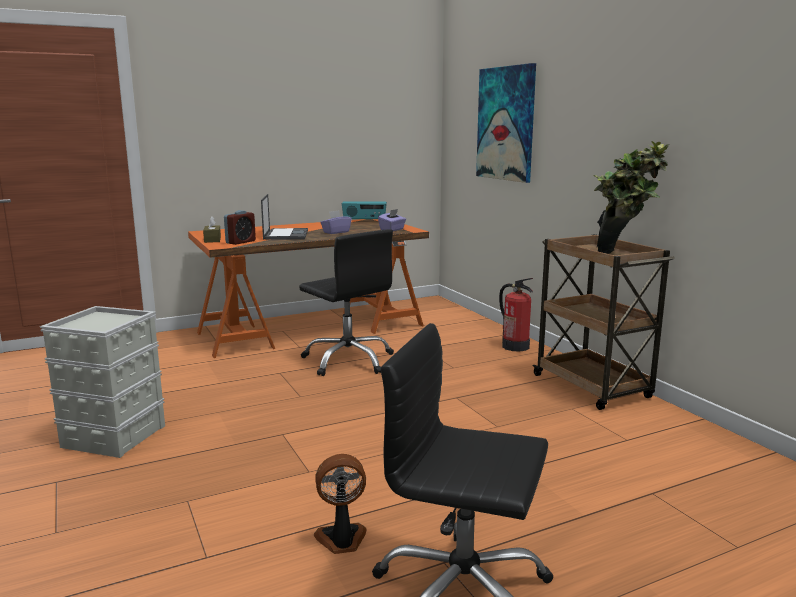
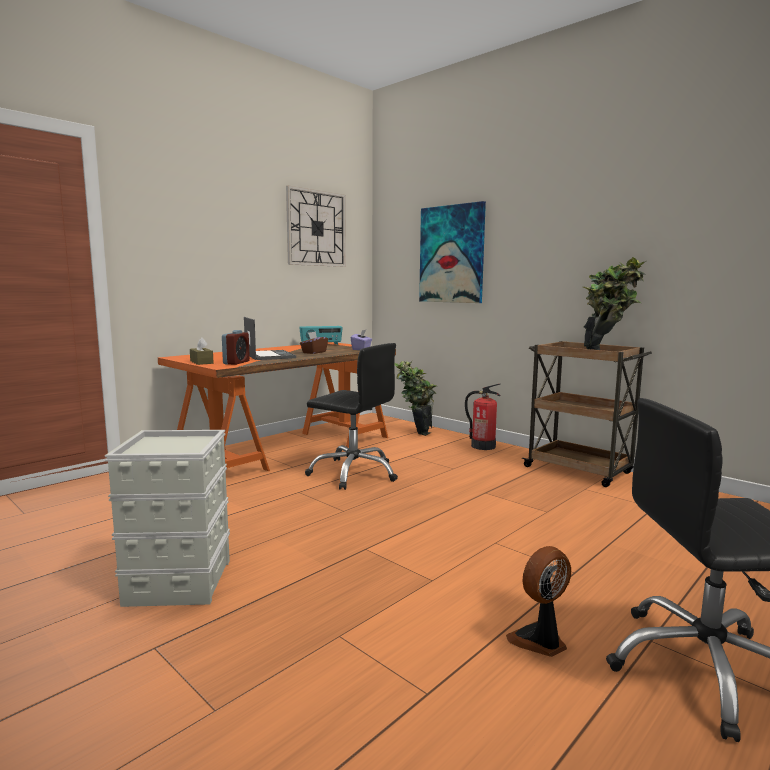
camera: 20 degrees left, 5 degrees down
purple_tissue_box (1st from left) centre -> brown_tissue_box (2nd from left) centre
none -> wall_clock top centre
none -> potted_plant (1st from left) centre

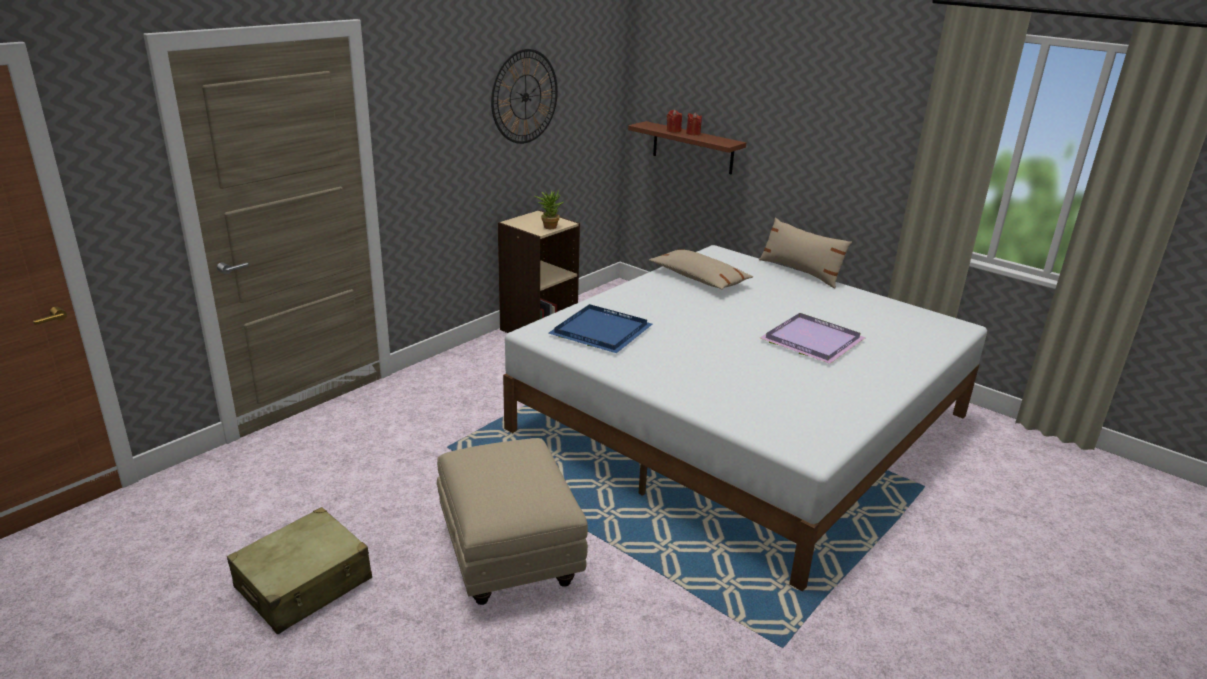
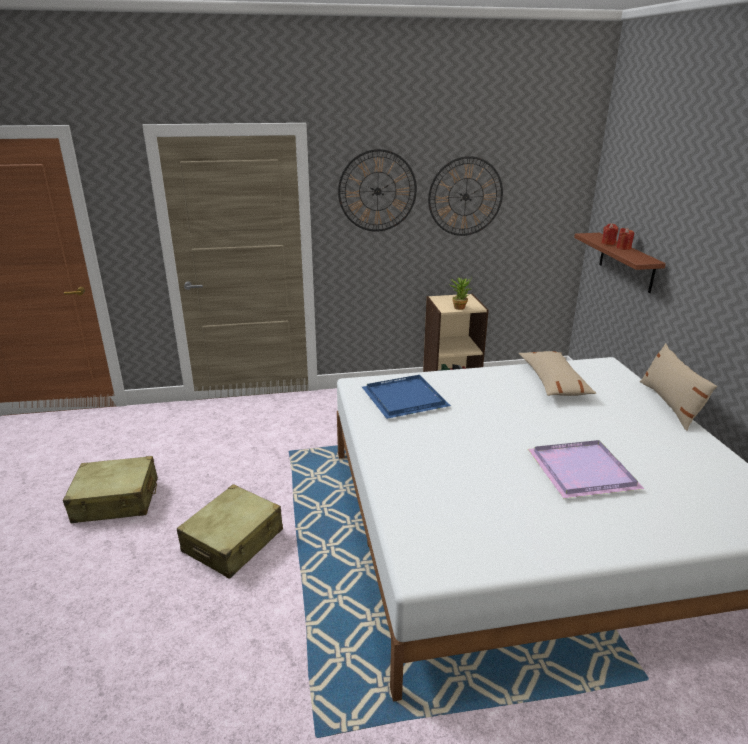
camera: 40 degrees right, 0 degrees up
beige_ottoman bottom centre -> beige_suitcase (2nd from left) bottom left
none -> wall_clock (1st from left) top centre

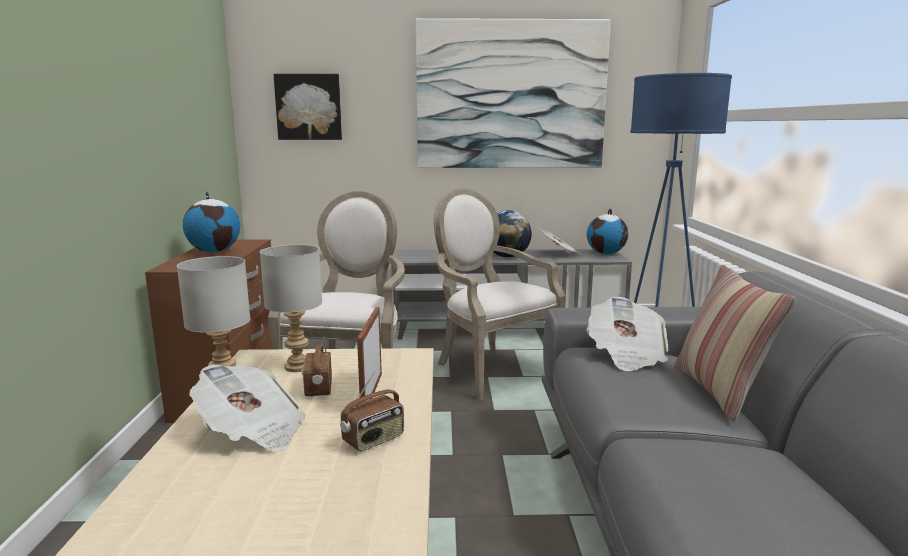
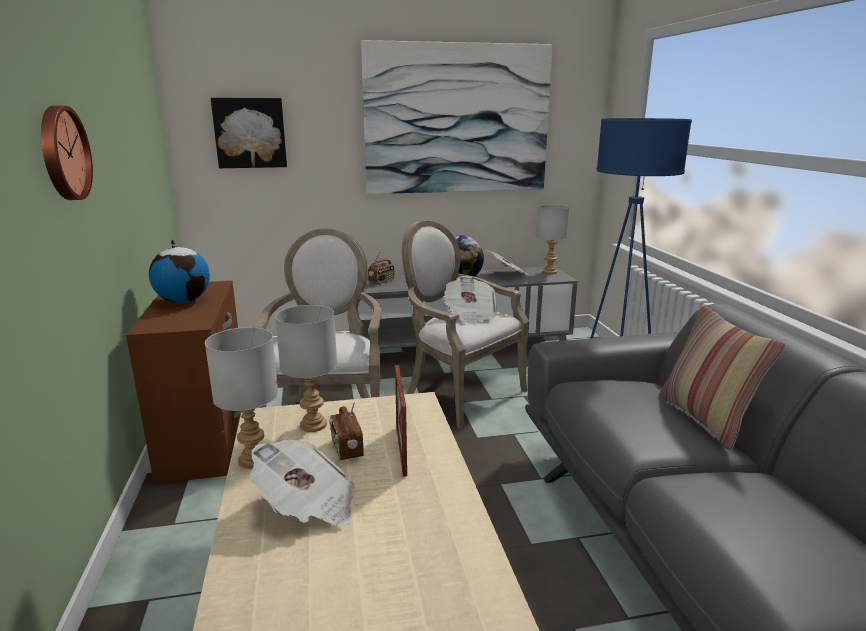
camera: 10 degrees left, 5 degrees up
globe (3rd from left) middle right -> grey_table_lamp (3rd from left) centre
newspaper (3rd from left in the first image) middle right -> newspaper (2nd from left) centre, moved
radio (2nd from left) bottom centre -> radio (2nd from left) centre, moved
none -> wall_clock top left

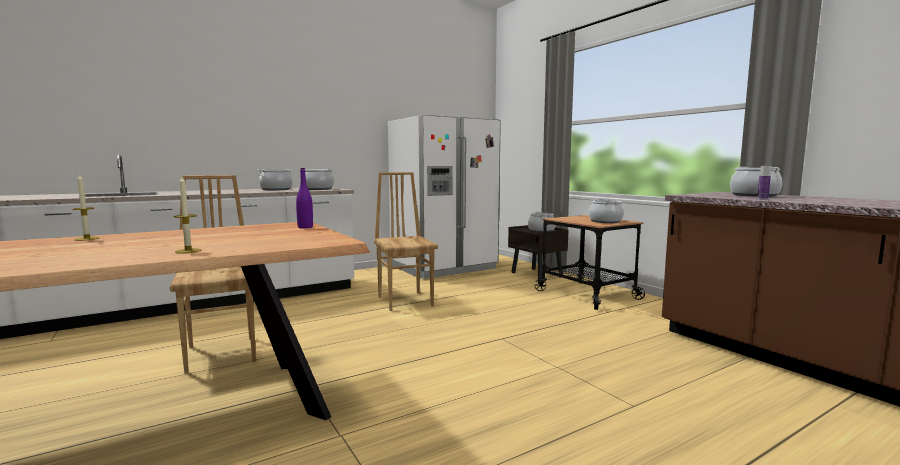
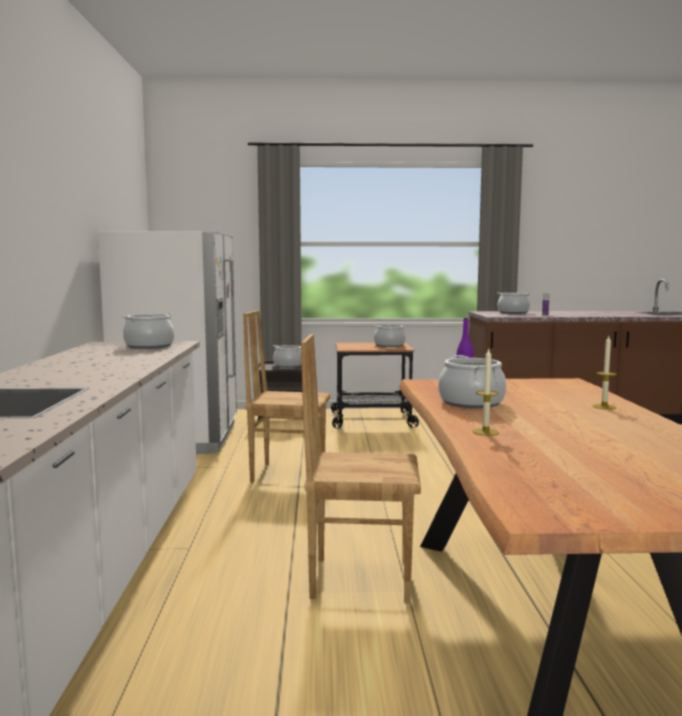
camera: 60 degrees left, 0 degrees up
cooking_pot (1st from left in the first image) middle left -> cooking_pot (4th from left) middle right, moved

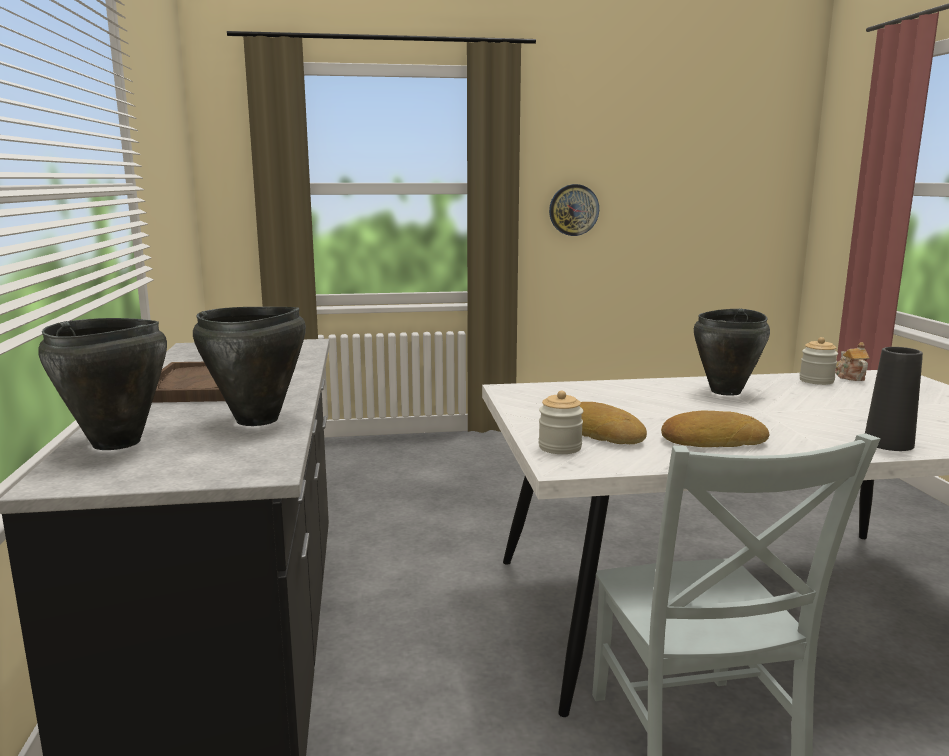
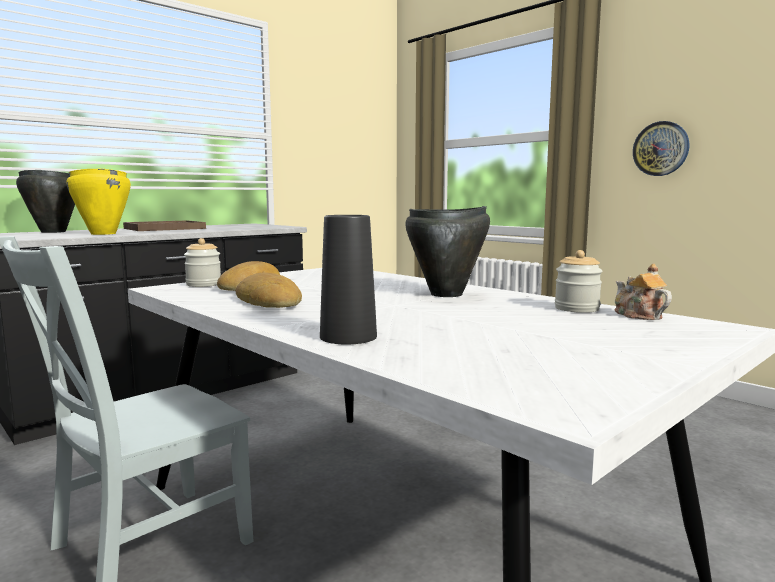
camera: 55 degrees right, 5 degrees down
black_cooking_pot (2nd from left) middle left -> yellow_cooking_pot middle left
teapot middle right, 75 degrees counterclockwise

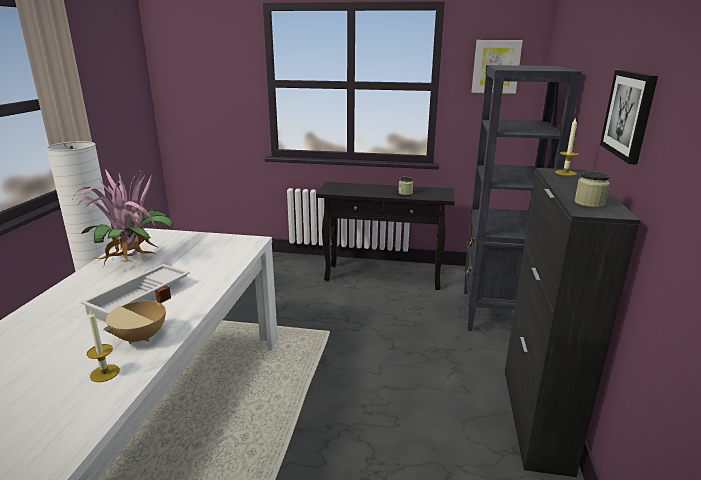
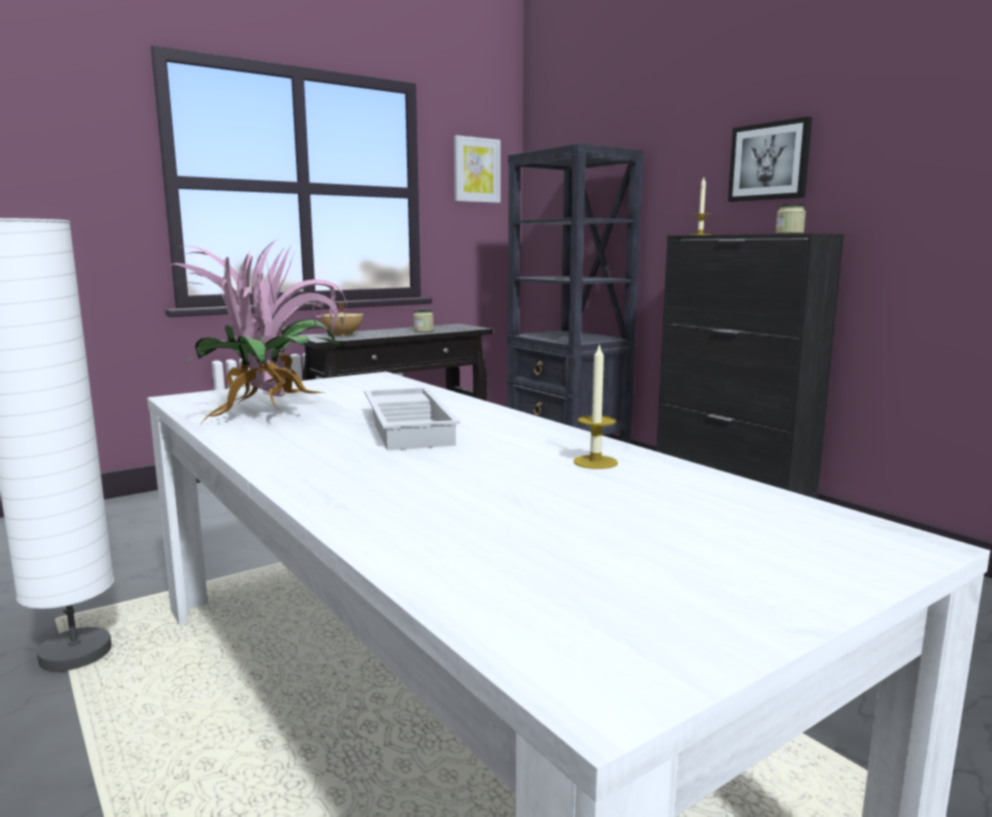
camera: 45 degrees left, 10 degrees down
beige_cooking_pot middle left -> beige_cooking_pot centre, moved

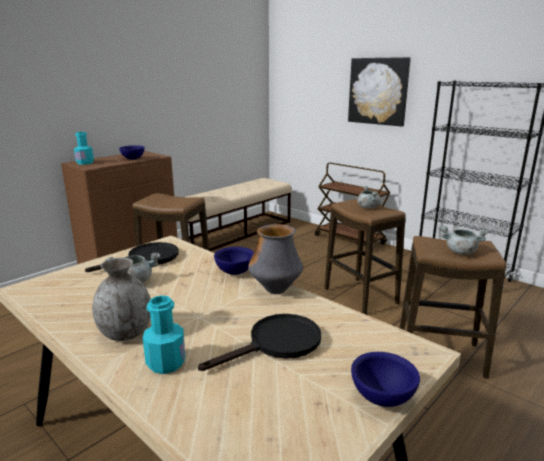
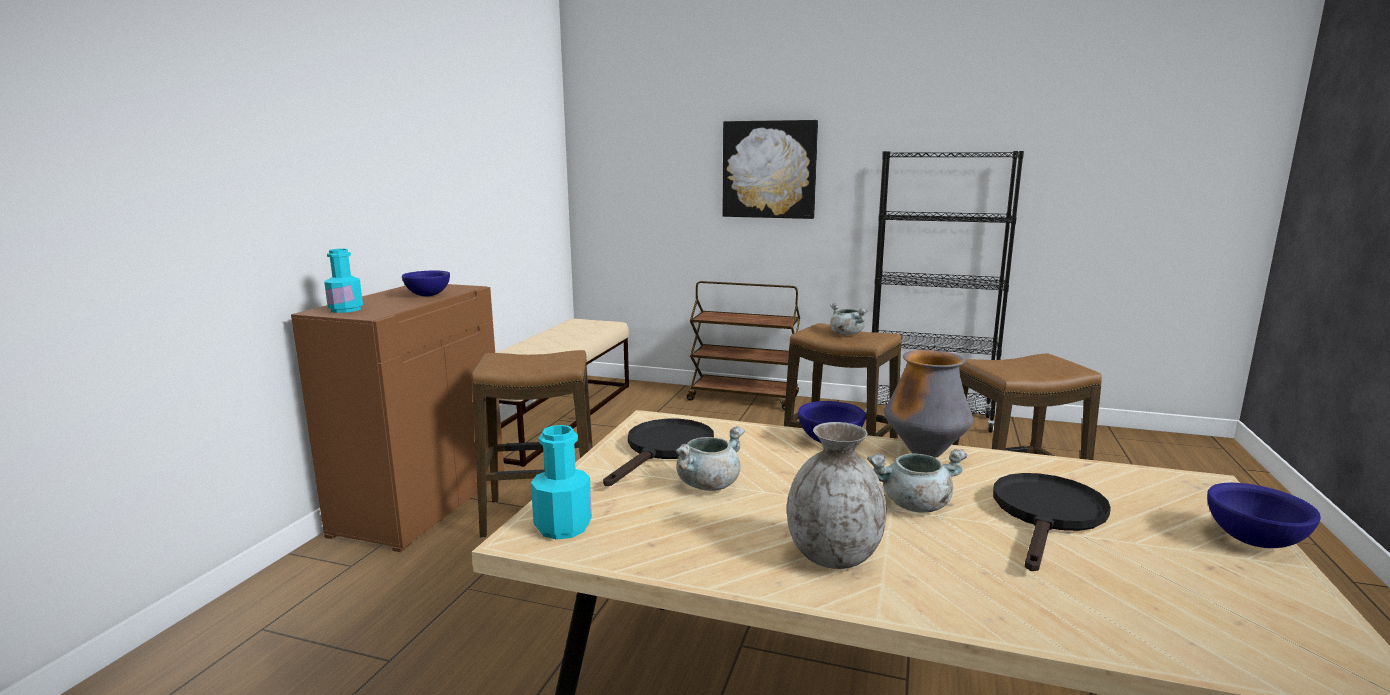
camera: 25 degrees left, 5 degrees down
grey_cooking_pot (3rd from left) middle right -> grey_cooking_pot (3rd from left) bottom centre, moved
turquoise_bottle (2nd from left) bottom left -> turquoise_bottle (2nd from left) bottom centre, moved

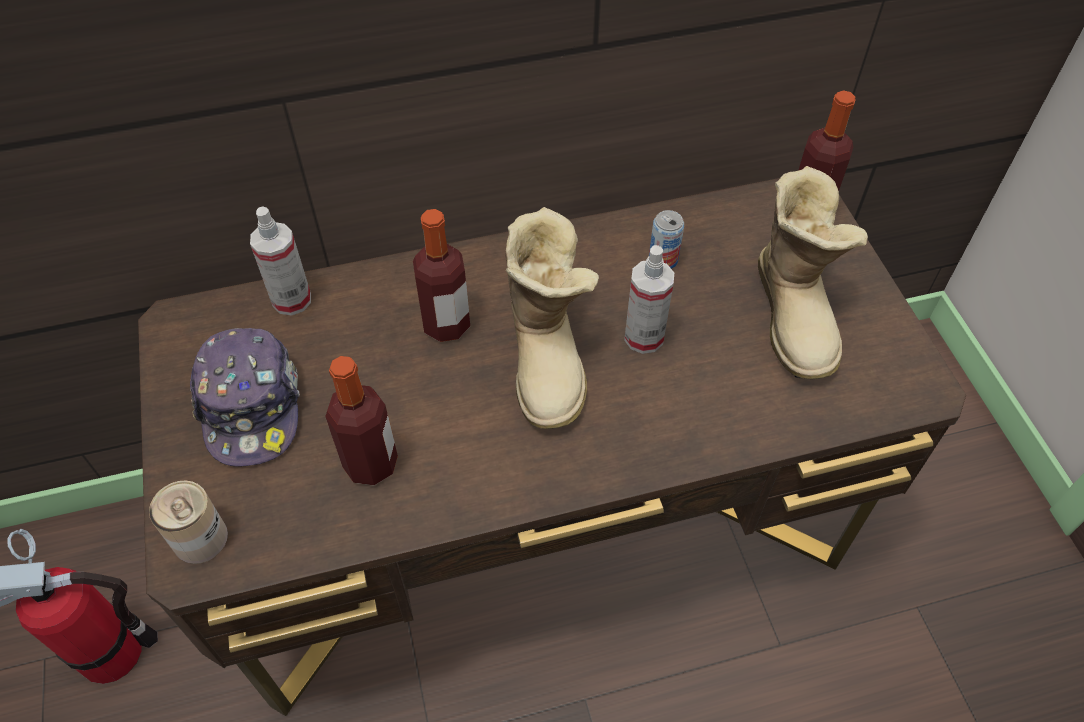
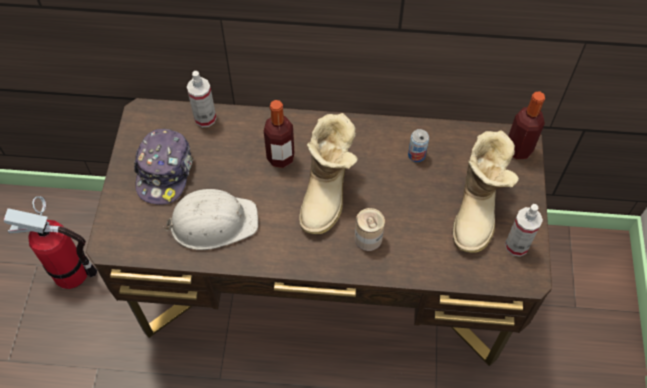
camera: 20 degrees right, 5 degrees up
spray_bottle (2nd from left) centre -> spray_bottle (2nd from left) middle right, moved
bottle (1st from left) middle left -> white_hard_hat middle left
can (1st from left) bottom left -> can (1st from left) centre, moved

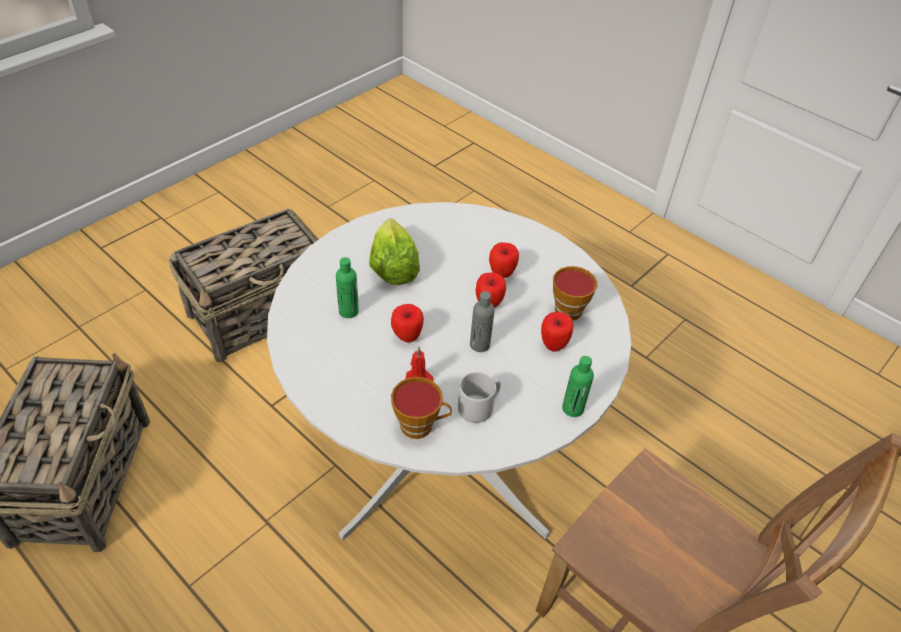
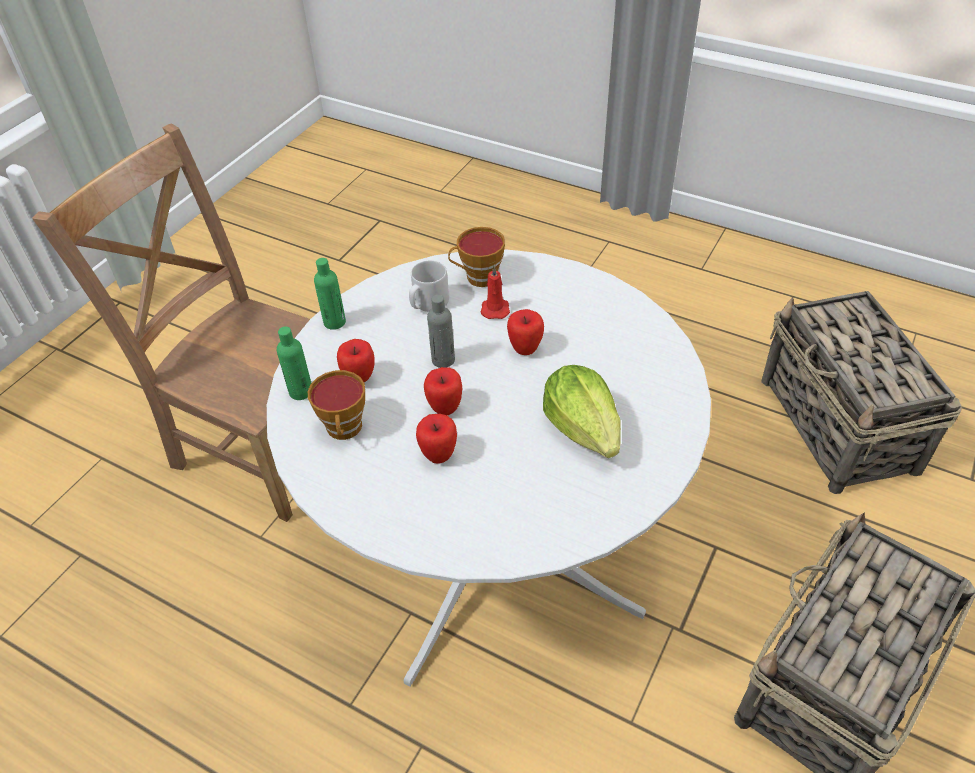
camera: 170 degrees right, 0 degrees up
green_bottle (1st from left) centre -> green_bottle (1st from left) middle left, moved

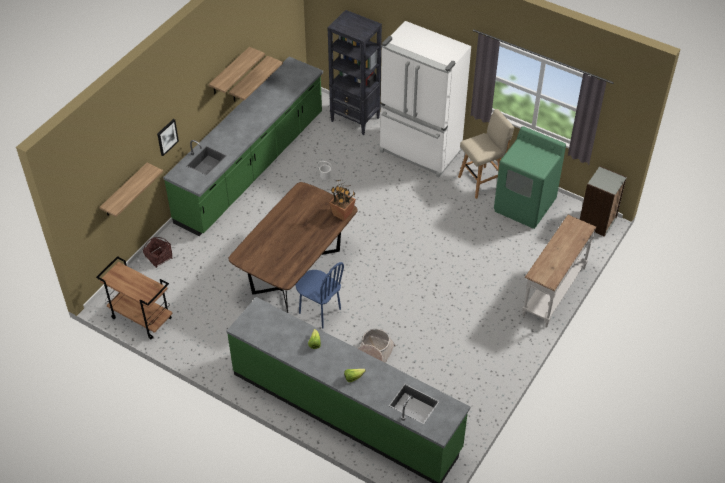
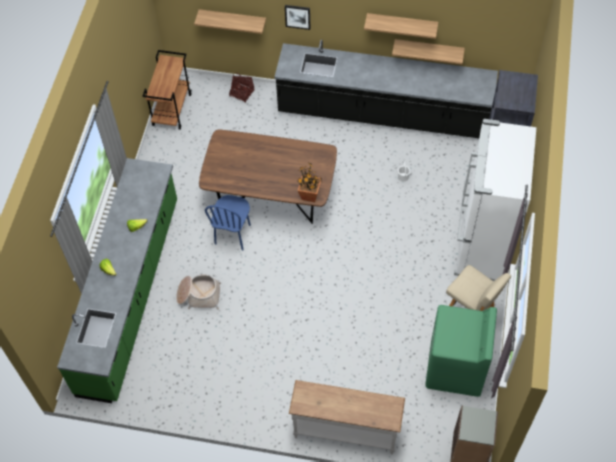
camera: 70 degrees right, 10 degrees up
green_counter (1st from left) top centre -> black_counter top centre

